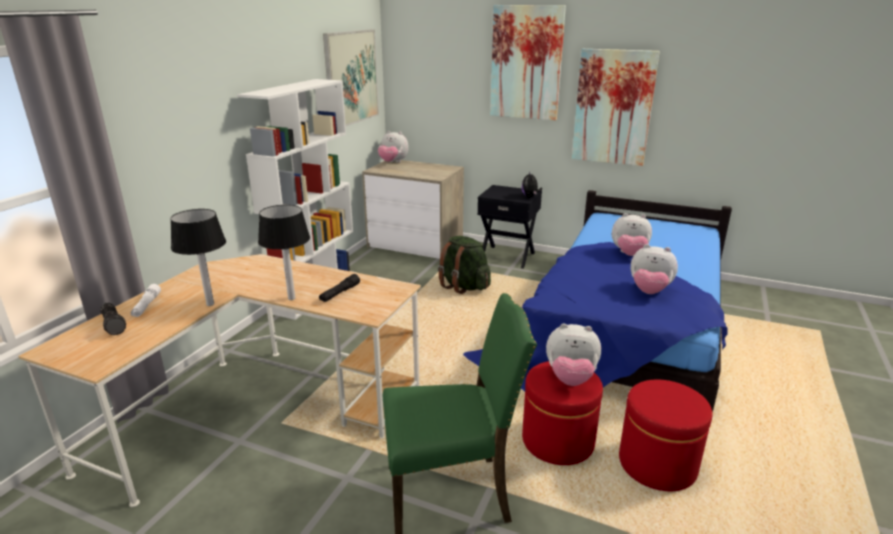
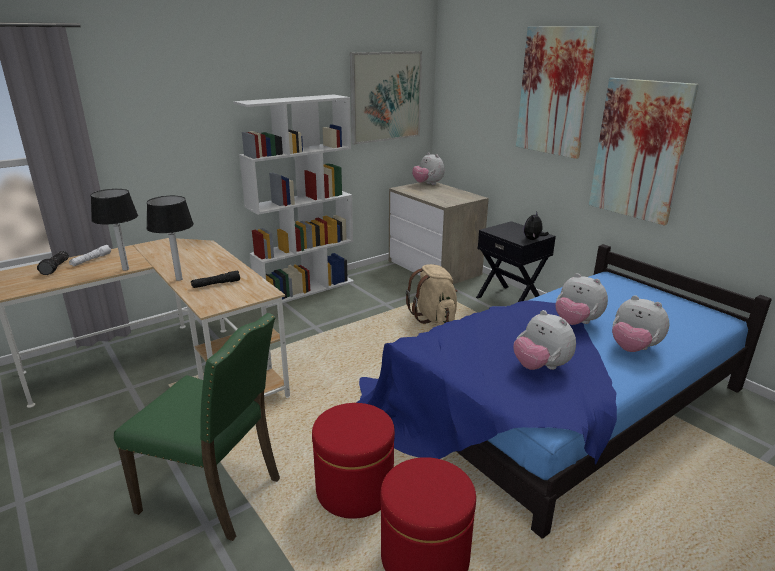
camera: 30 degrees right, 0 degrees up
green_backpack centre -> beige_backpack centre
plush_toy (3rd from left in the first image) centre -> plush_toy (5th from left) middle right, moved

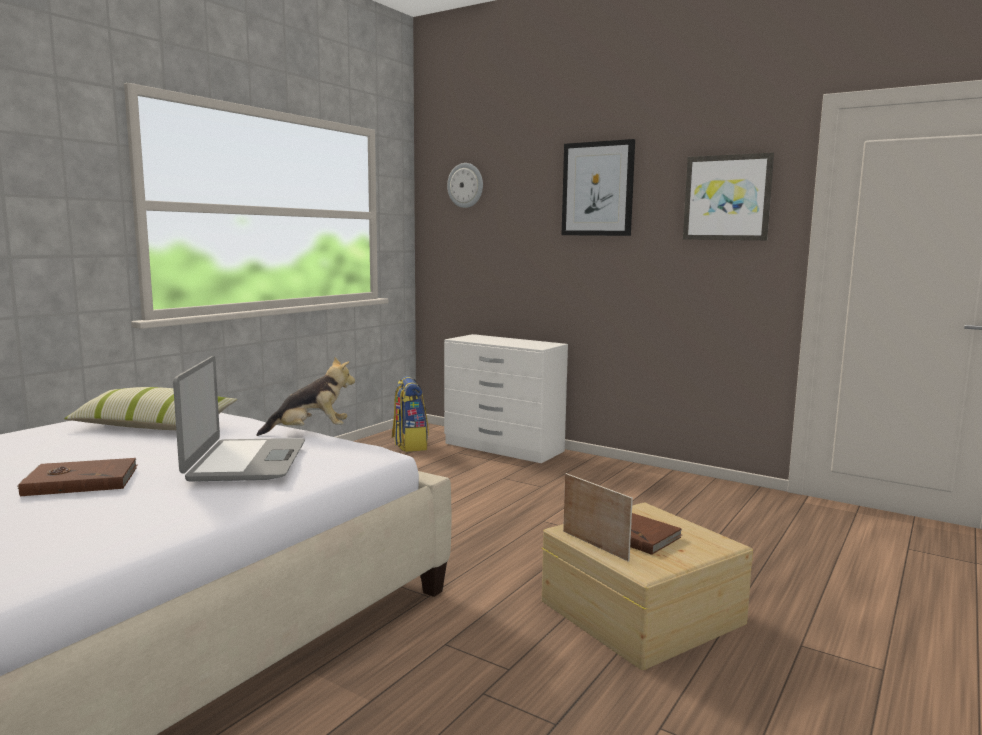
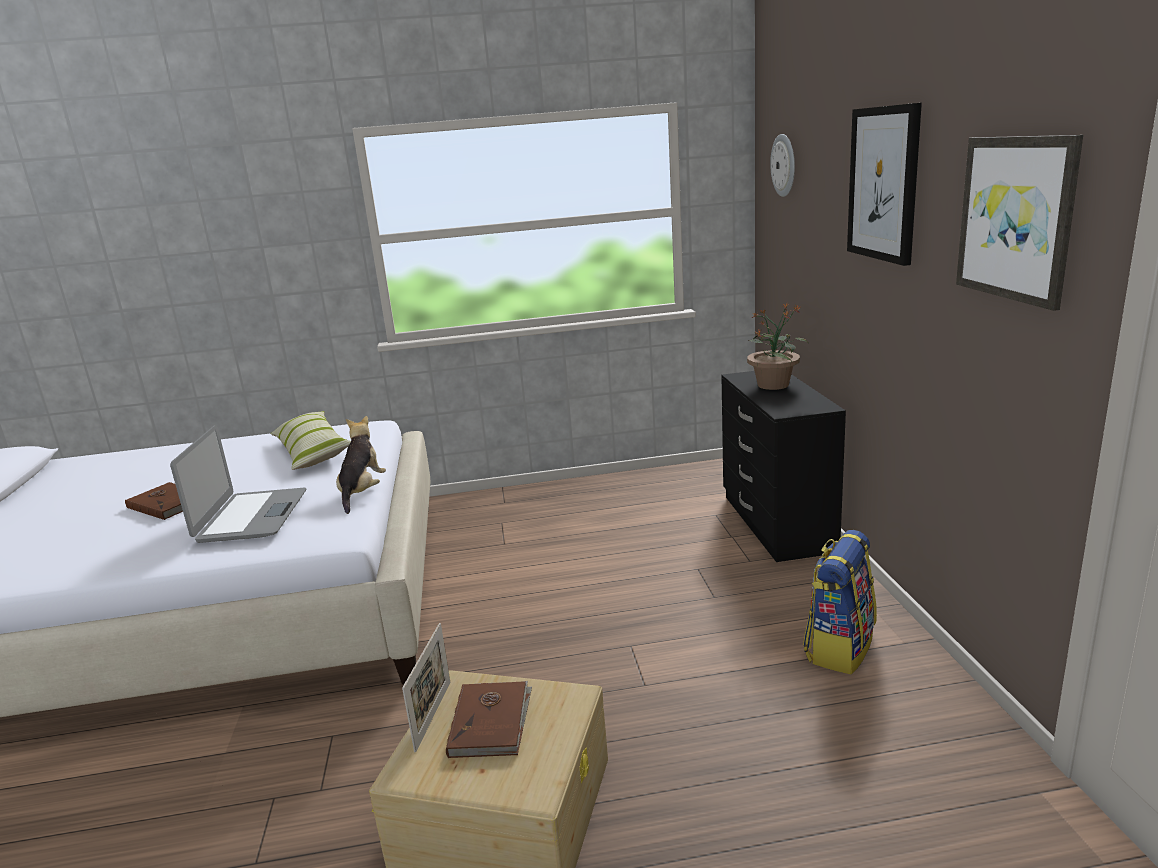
camera: 50 degrees right, 10 degrees up
white_dresser centre -> black_dresser middle right
laptop middle left, 45 degrees counterclockwise
plush_toy middle left, 120 degrees counterclockwise
backpack centre -> backpack bottom right, moved
none -> potted_plant middle right

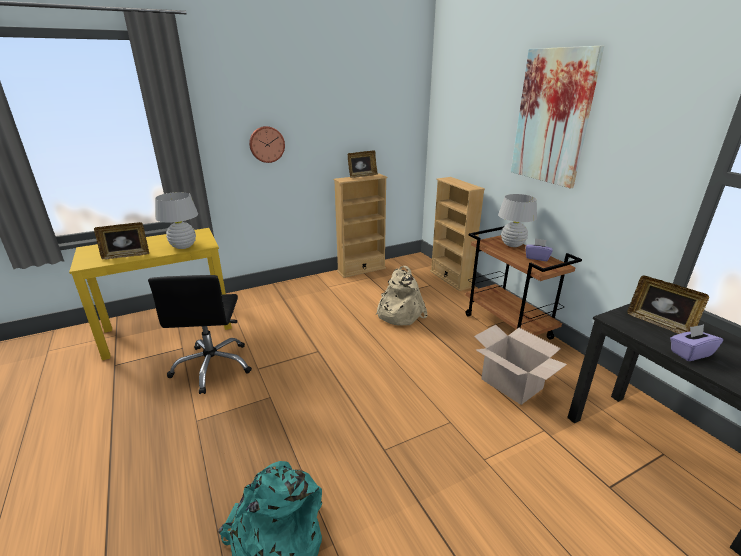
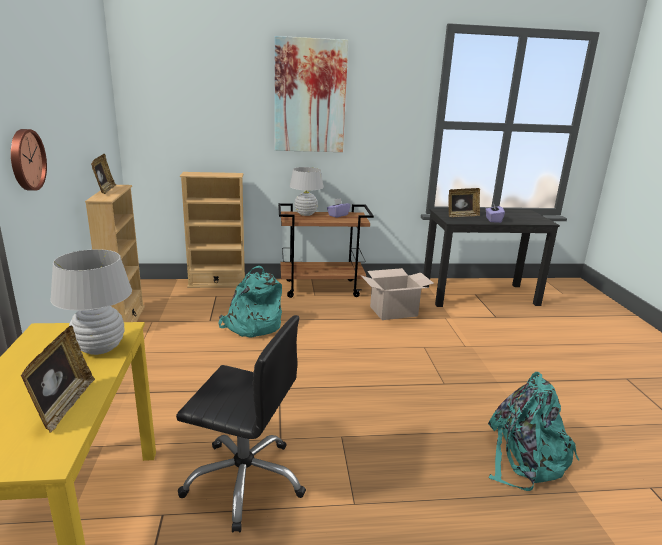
camera: 70 degrees left, 5 degrees down
beige_backpack centre -> turquoise_backpack (1st from left) centre

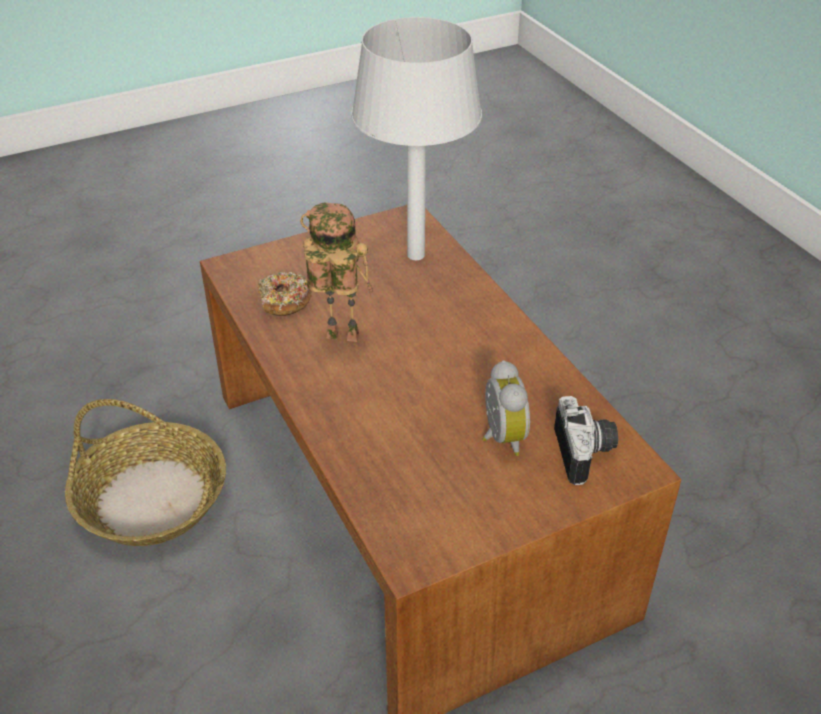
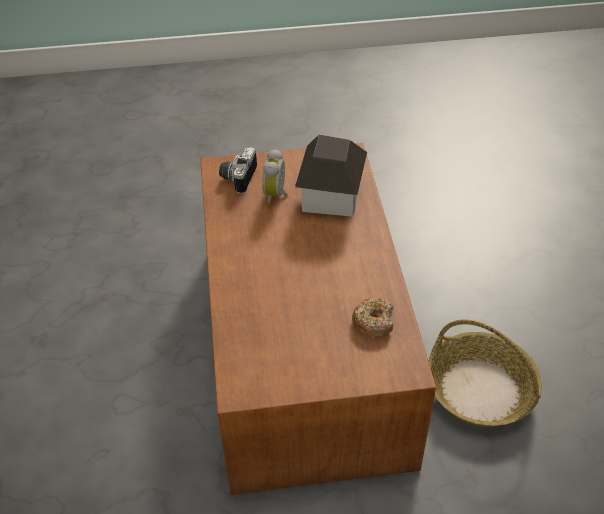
camera: 160 degrees left, 5 degrees up
grey_table_lamp top centre -> none
toy_robot centre -> none
none -> toy_house centre

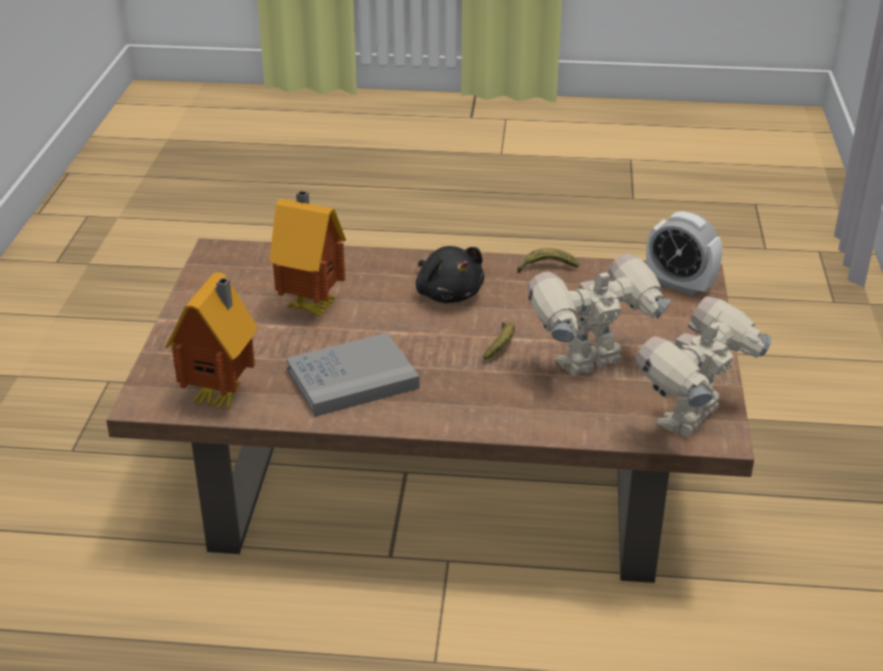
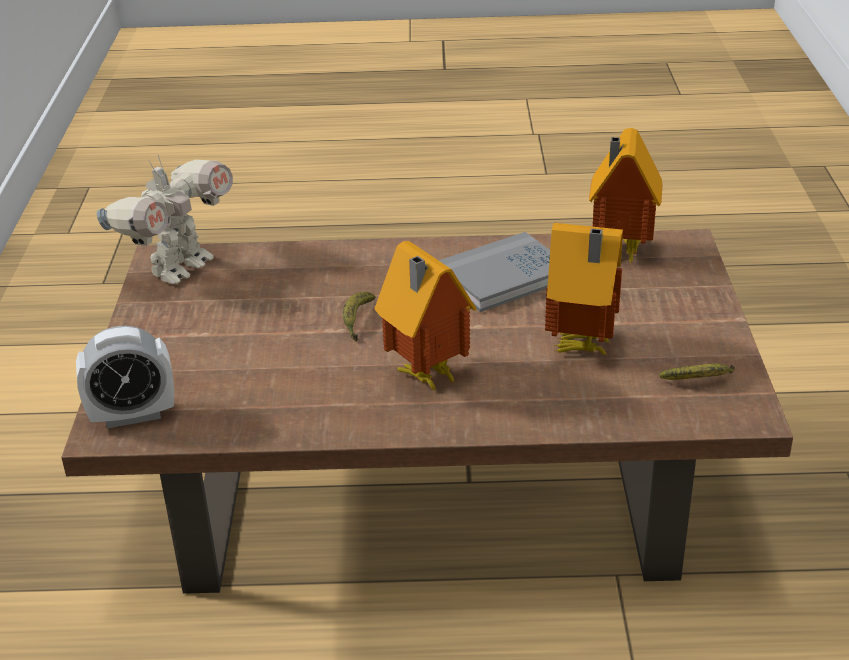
camera: 175 degrees right, 0 degrees up
alarm_clock middle right -> alarm_clock middle left, 135 degrees clockwise
black_plush_toy centre -> toy_house (1st from left) centre
banana (2nd from left) centre -> banana (2nd from left) middle right, moved
toy_robot (1st from left) middle right -> none

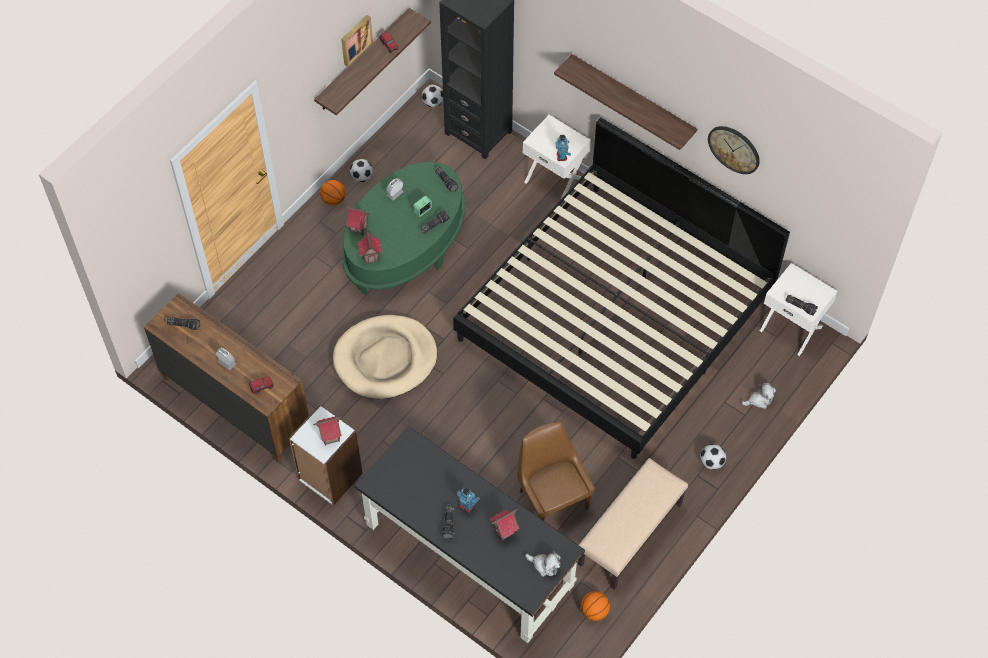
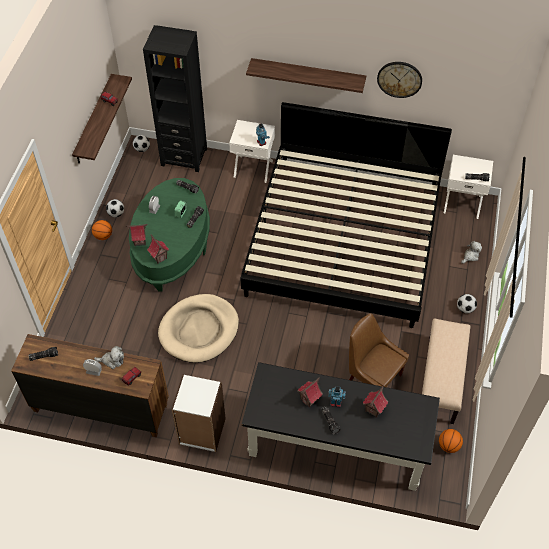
camera: 25 degrees left, 5 degrees down
picture top centre -> none
toy_house (1st from left in the first image) middle left -> toy_house (3rd from left) bottom centre, moved
plush_toy (1st from left) bottom centre -> plush_toy (1st from left) middle left, moved

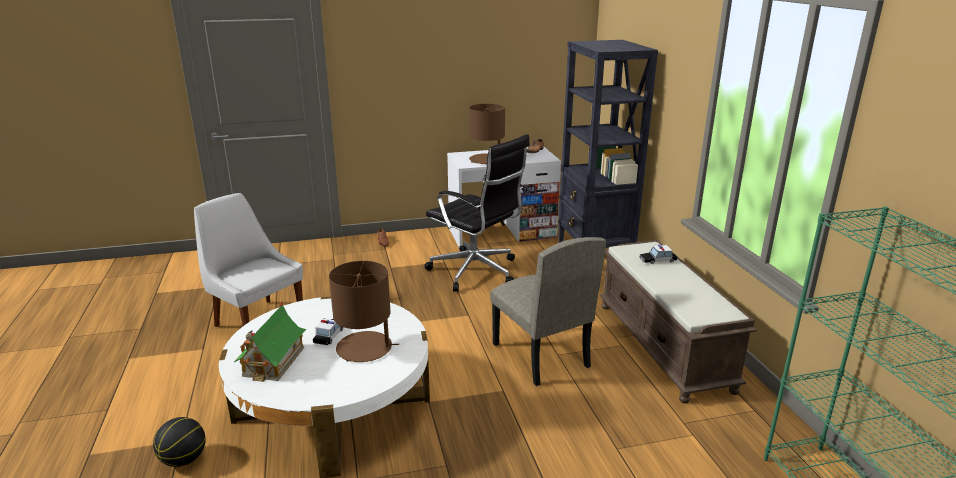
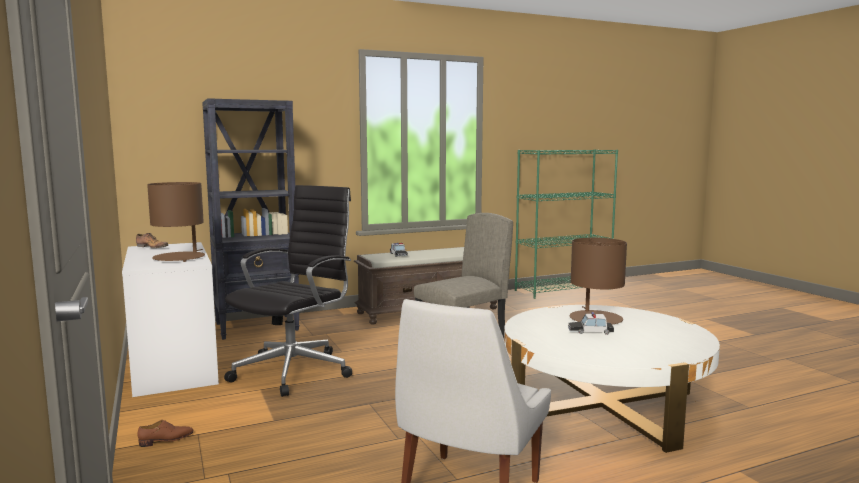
camera: 100 degrees left, 15 degrees down
toy_house bottom left -> none
basketball bottom left -> none

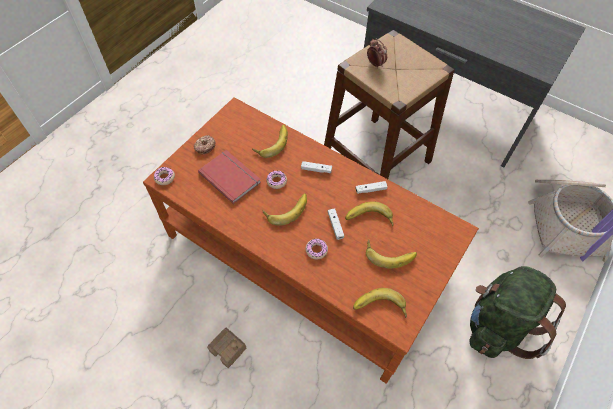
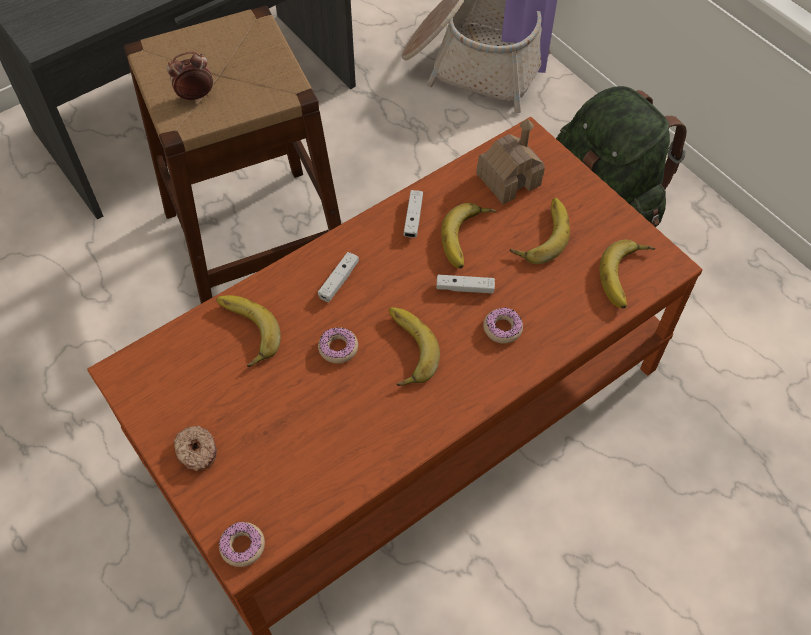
camera: 70 degrees left, 0 degrees up
red_book centre -> none
toy_house bottom centre -> toy_house top centre, moved

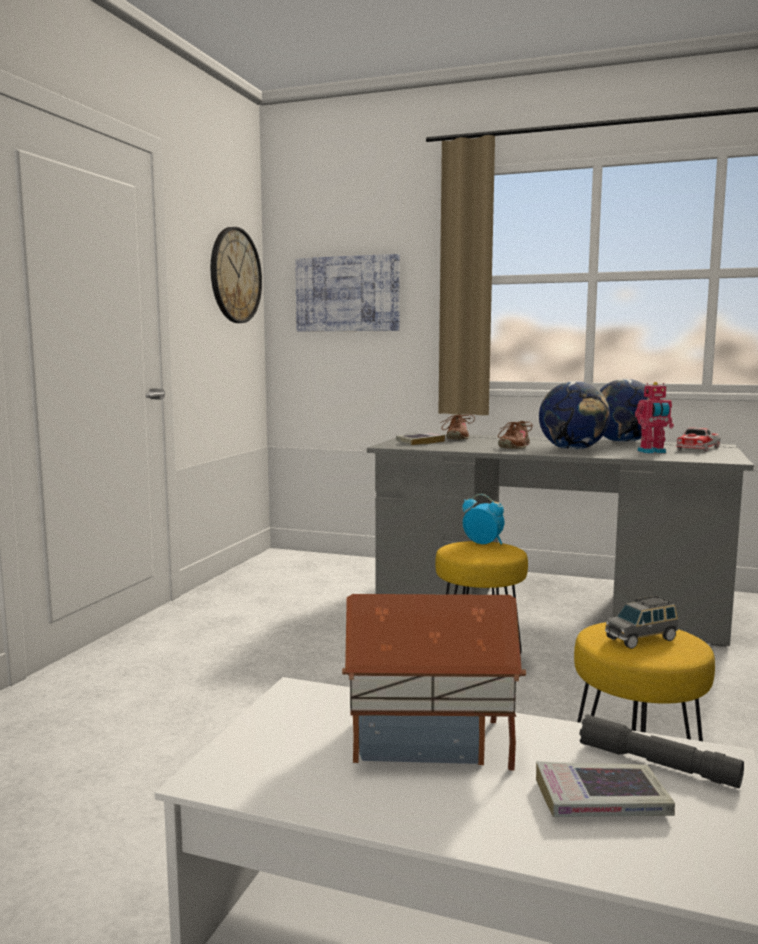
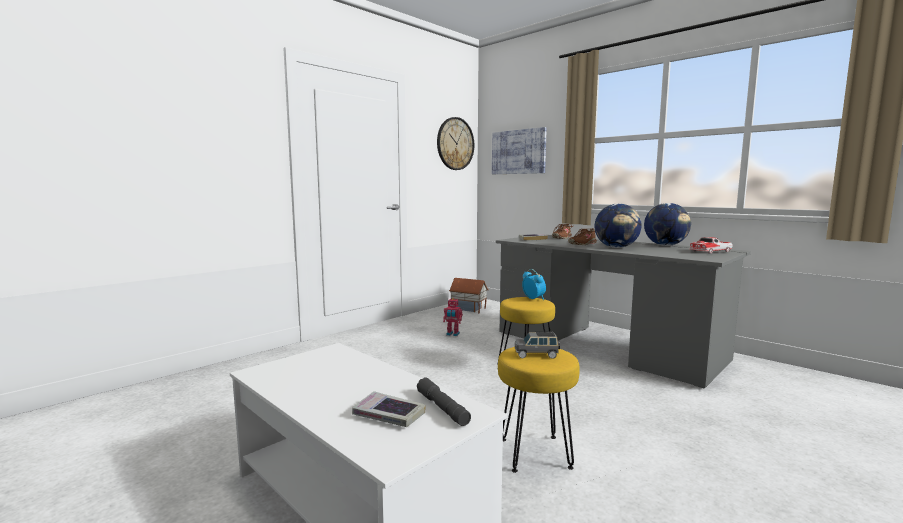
camera: 25 degrees right, 0 degrees up
toy_robot middle right -> toy_robot centre, moved
toy_house bottom centre -> toy_house centre, moved

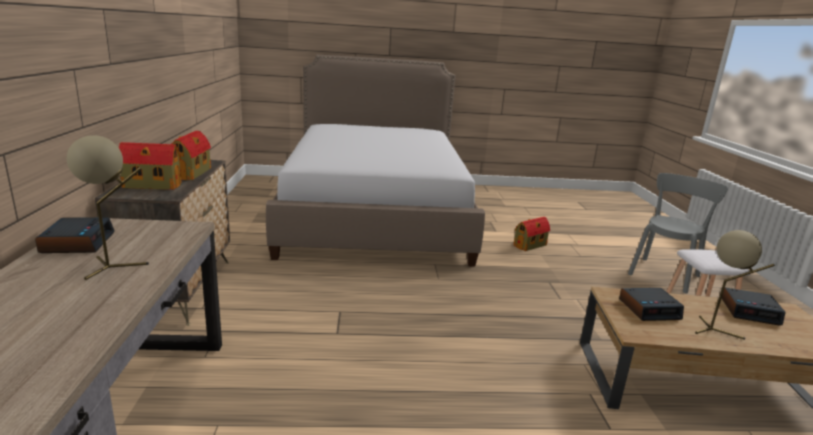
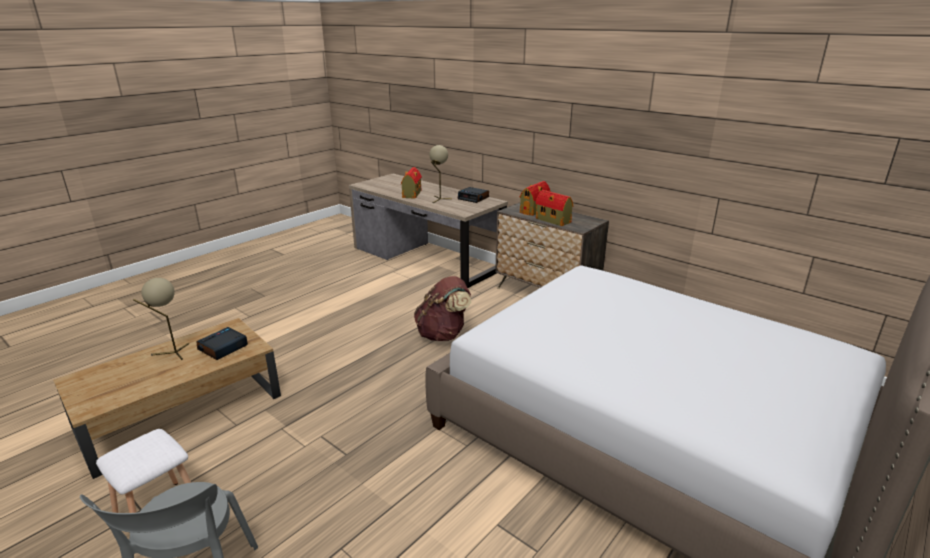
camera: 135 degrees right, 5 degrees up
toy_house (3rd from left in the first image) centre -> toy_house (1st from left) top centre, moved
alarm_clock (3rd from left) bottom right -> none
none -> brown_backpack centre

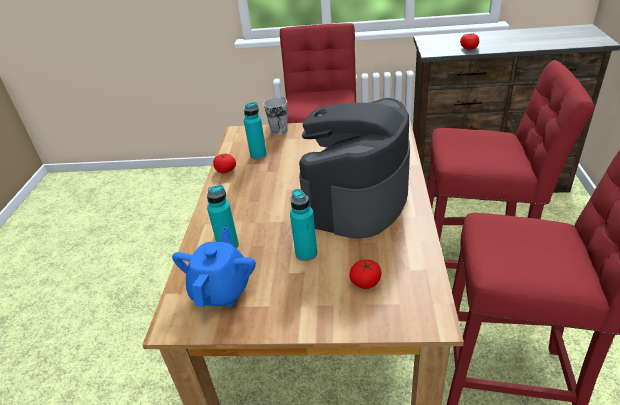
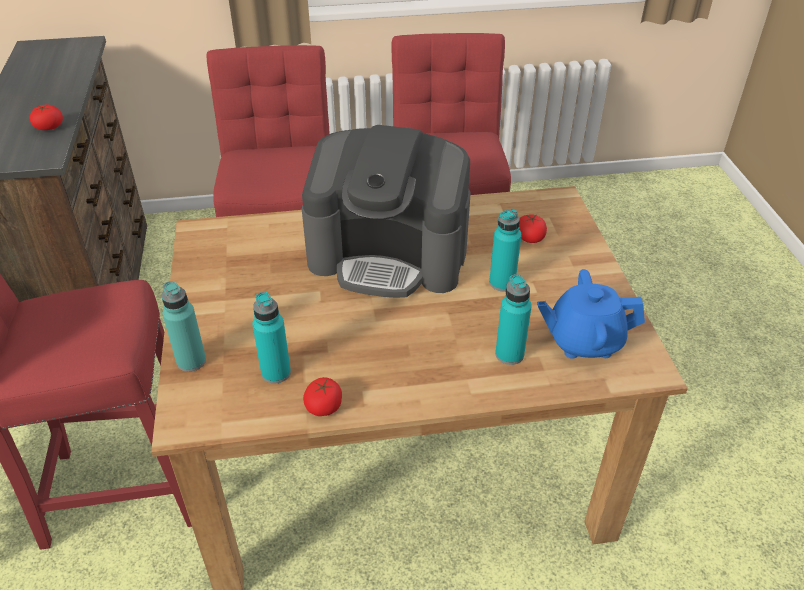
camera: 105 degrees left, 5 degrees up
cup top centre -> turquoise_bottle (1st from left) middle left

